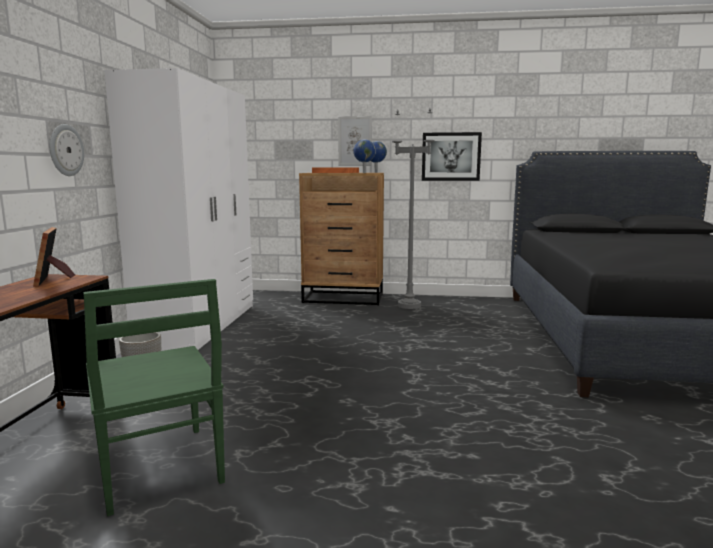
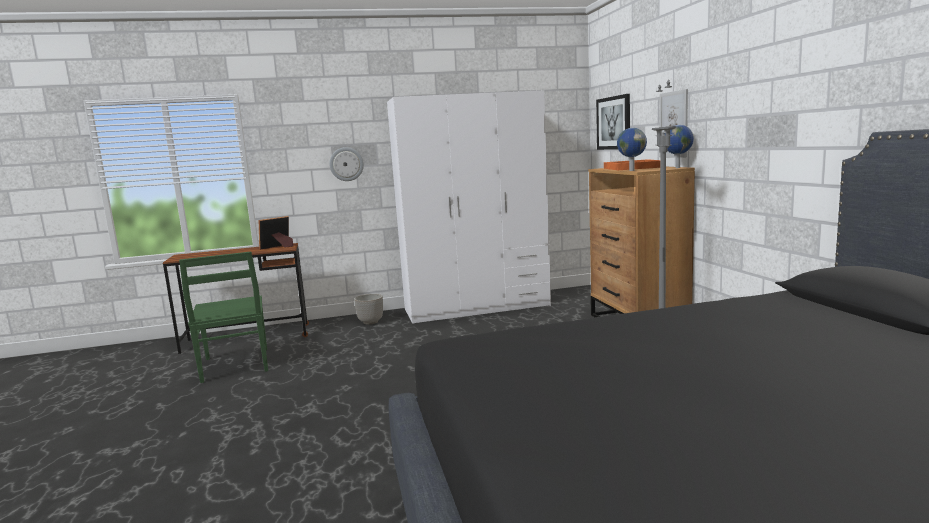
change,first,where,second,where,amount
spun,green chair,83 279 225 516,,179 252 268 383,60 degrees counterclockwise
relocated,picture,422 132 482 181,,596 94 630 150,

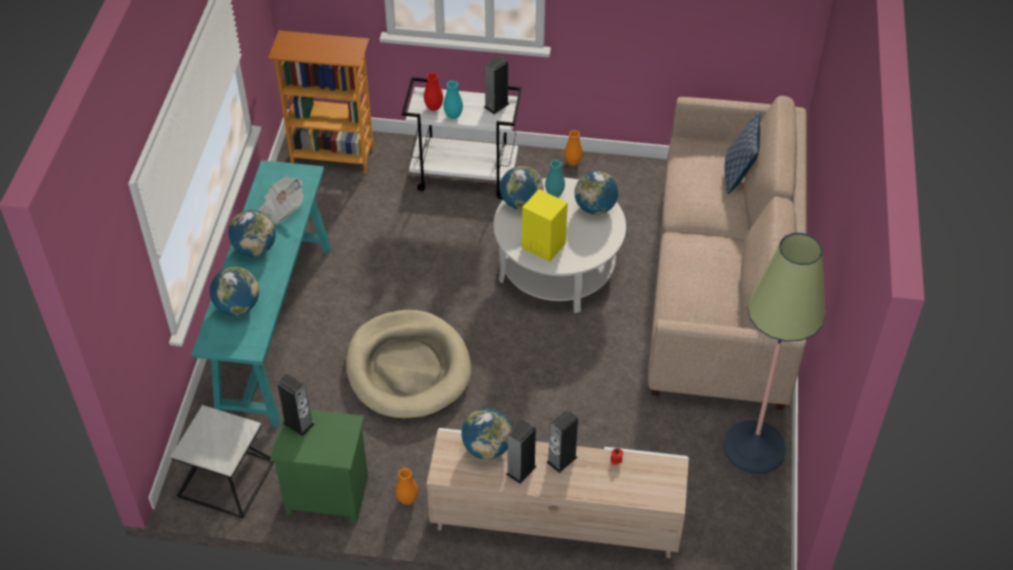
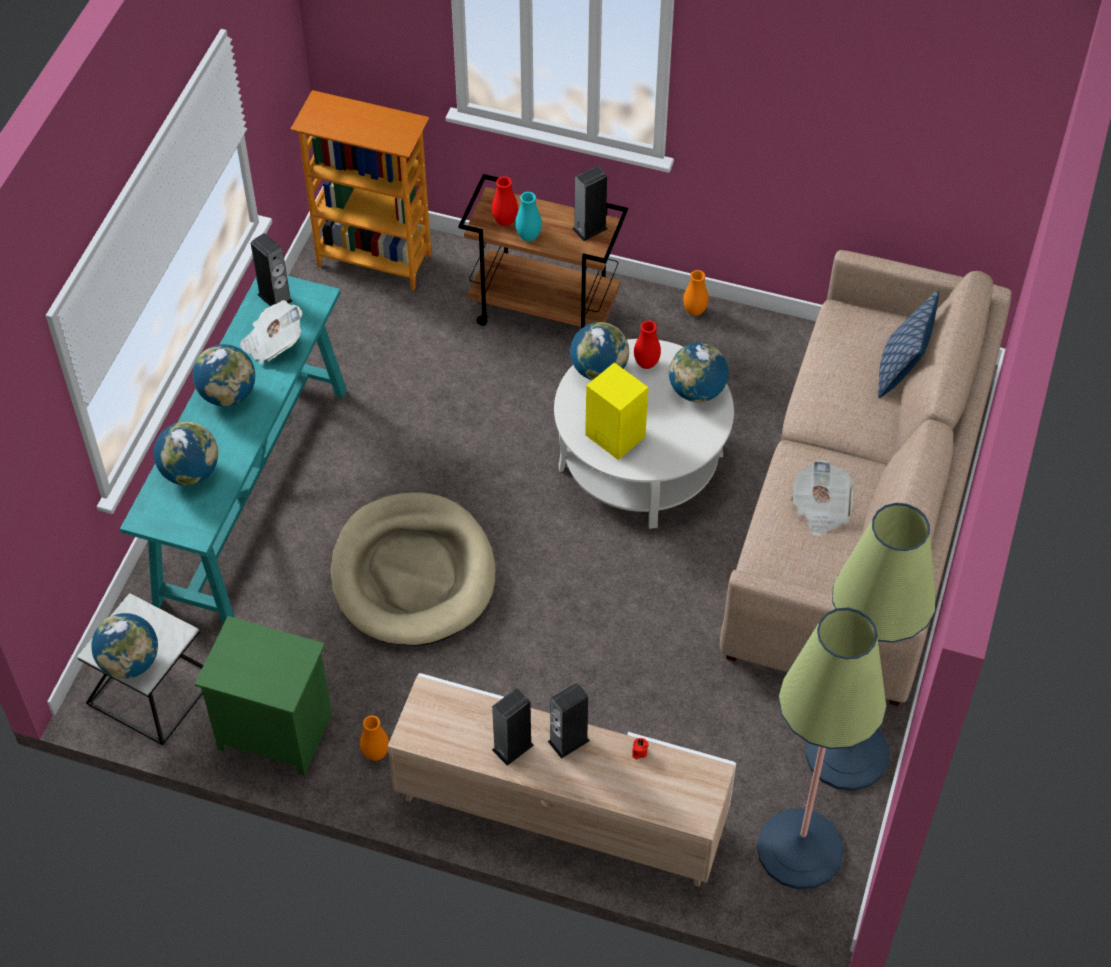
change,first,where,second,where,amount
relocated,globe,461 408 513 460,,91 613 158 679,
relocated,speaker,277 374 315 436,,251 233 293 307,
colour,white cart,402 77 522 199,brown cart,458 174 628 329,
colour,turquoise vase,545 160 565 197,red vase,634 320 661 369,
appeared,,,floor lamp,757 608 887 890,
appeared,,,newspaper,791 459 854 536,

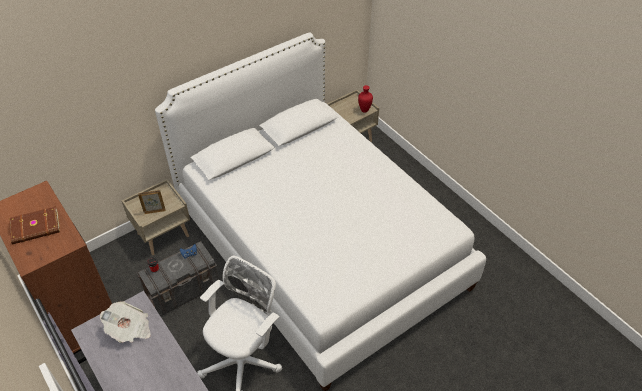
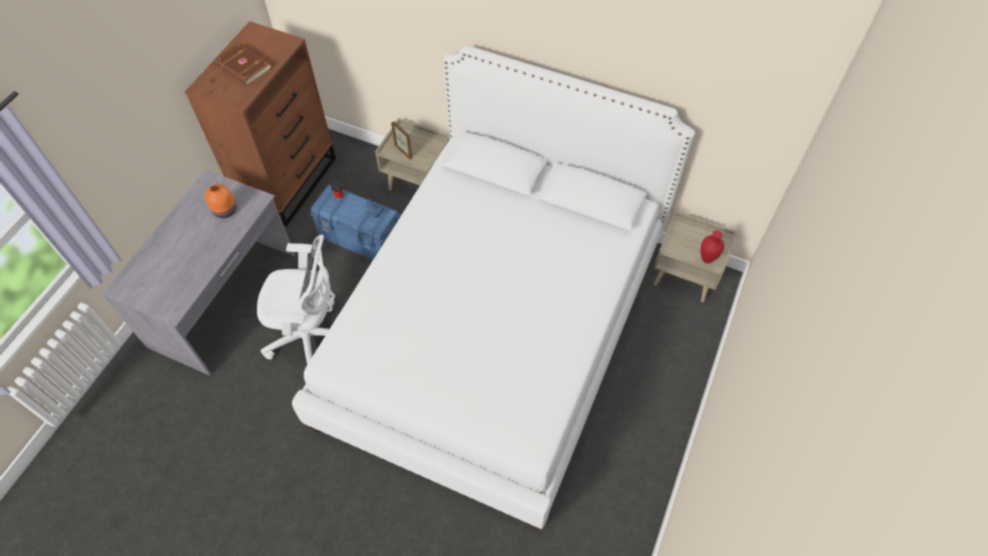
change,first,where,second,where,amount
exchanged,newspaper,100 301 151 343,orange vase,205 184 237 218,
colour,grey storage box,137 241 219 316,blue storage box,310 185 401 260,

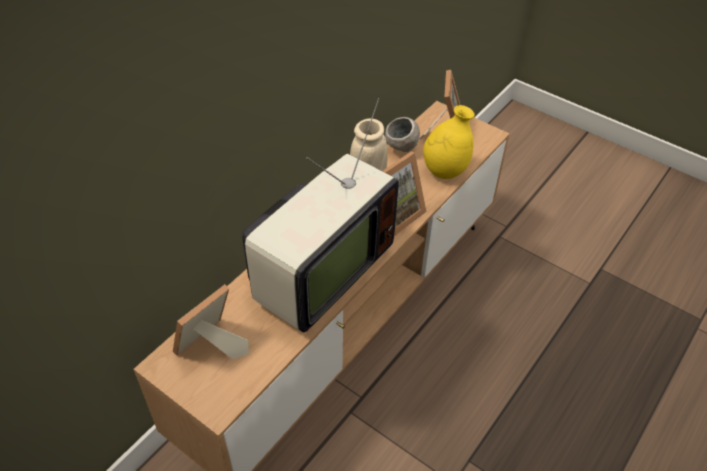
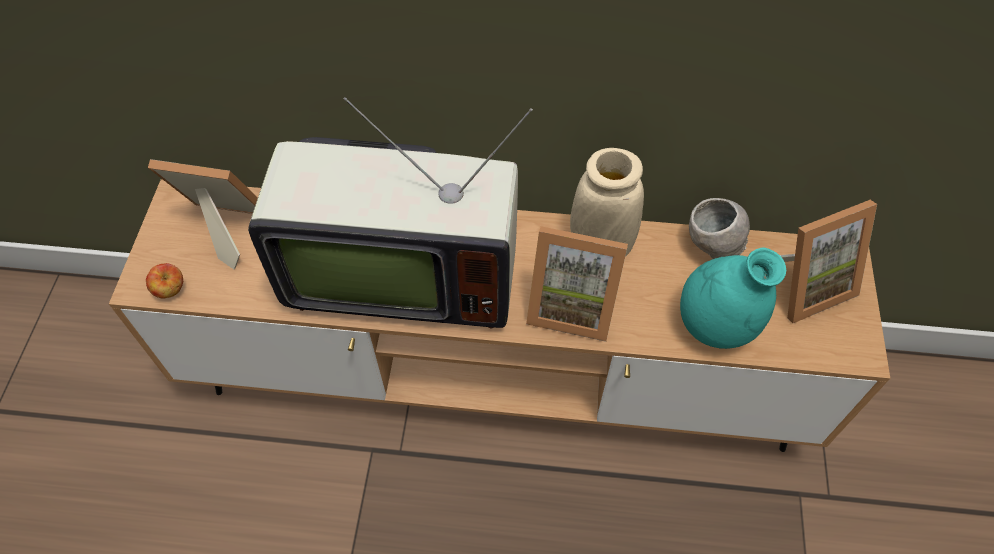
change,first,where,second,where,amount
appeared,,,apple,146 263 183 298,
colour,yellow vase,423 105 475 179,turquoise vase,680 247 786 349,

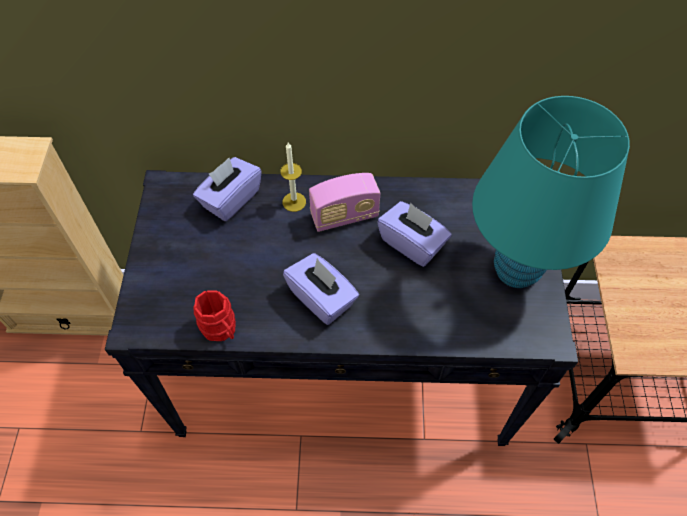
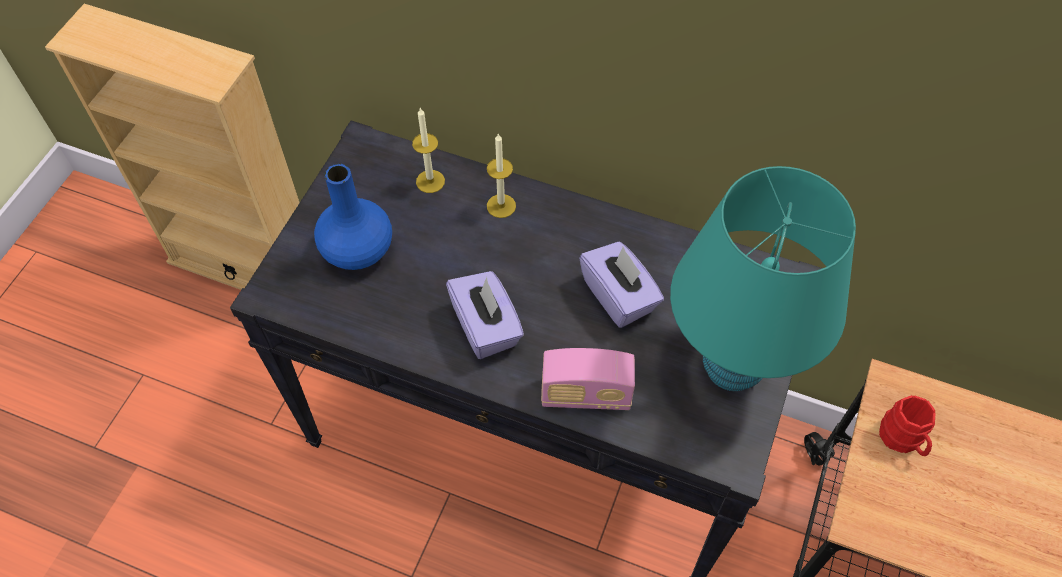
change,first,where,second,where,amount
appeared,,,blue vase,314 164 392 270,
exchanged,purple tissue box,193 157 262 221,candle,412 108 445 193,
relocated,radio,309 173 380 232,,541 348 635 410,
relocated,red mug,194 290 236 341,,879 395 936 456,

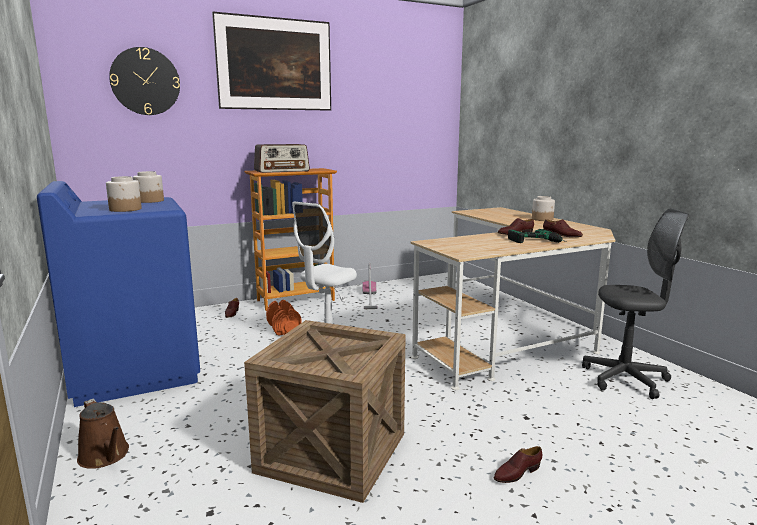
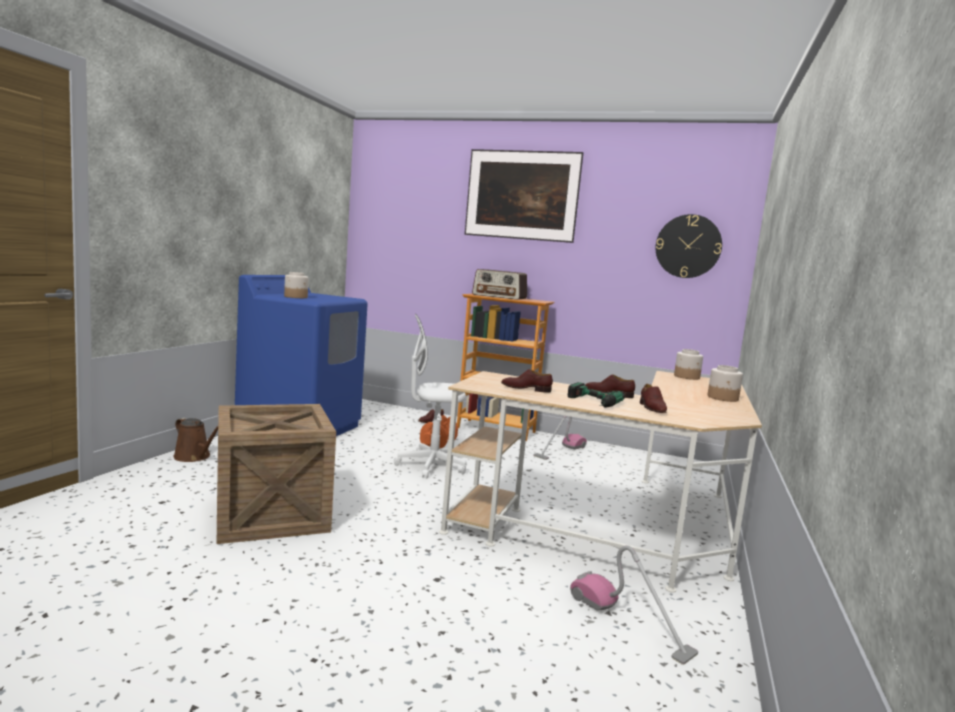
change,first,where,second,where,amount
spun,brown watering can,77 399 129 469,,174 418 218 462,60 degrees counterclockwise
relocated,brown shoe,494 446 542 483,,501 369 553 393,
exchanged,grey office chair,582 208 689 399,vacuum cleaner,570 545 698 665,
relocated,wall clock,109 47 180 115,,656 214 722 278,
relocated,jar,133 171 164 203,,674 349 703 380,

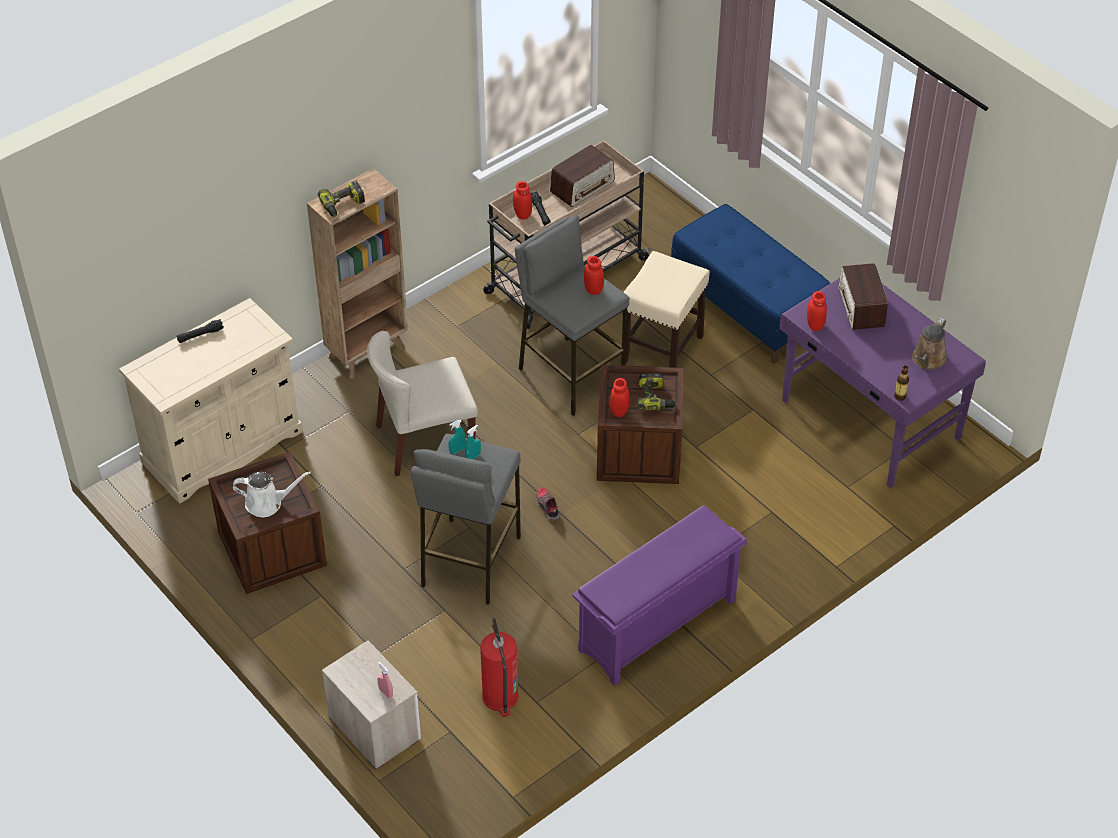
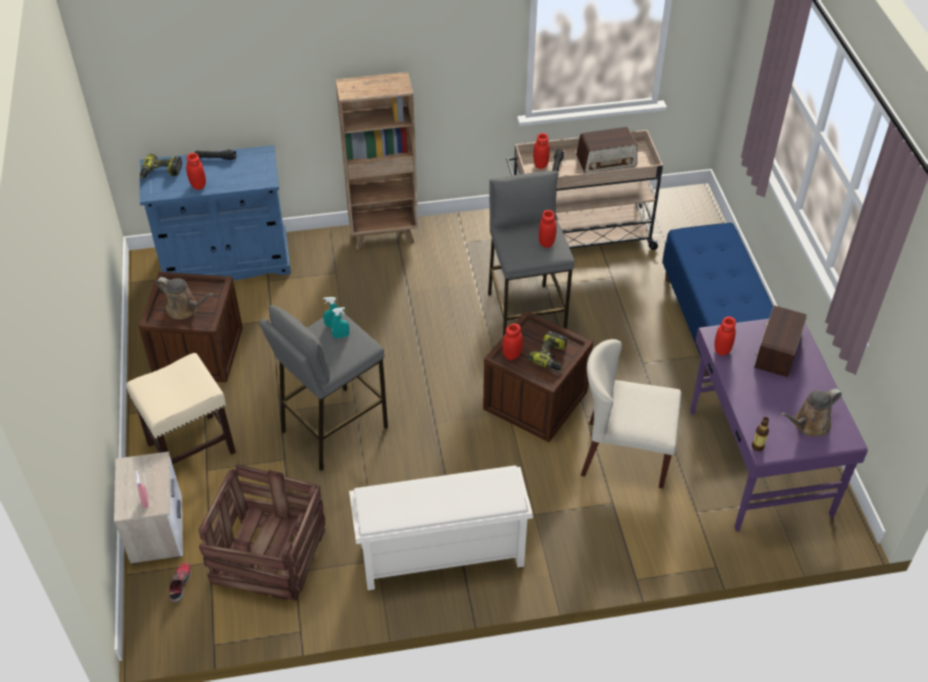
change,first,where,second,where,amount
relocated,beige stool,624 251 710 368,,126 353 236 464,
colour,beige cabinet,119 298 303 504,blue cabinet,140 145 291 281,
relocated,power drill,318 181 365 217,,140 154 182 178,
colour,white watering can,232 471 311 517,brown watering can,156 277 214 319,
relocated,shoe,536 487 560 521,,169 563 191 602,
appeared,,,red jar,186 153 206 190,
exchanged,fire extinguisher,480 618 519 717,crate,198 464 325 601,
colour,purple shoe rack,572 505 747 686,white shoe rack,349 465 533 590,
relocated,beige chair,367 331 478 476,,581 339 681 488,

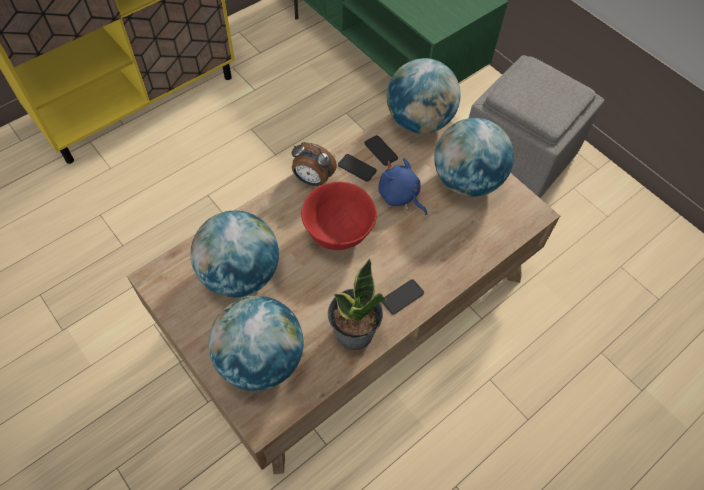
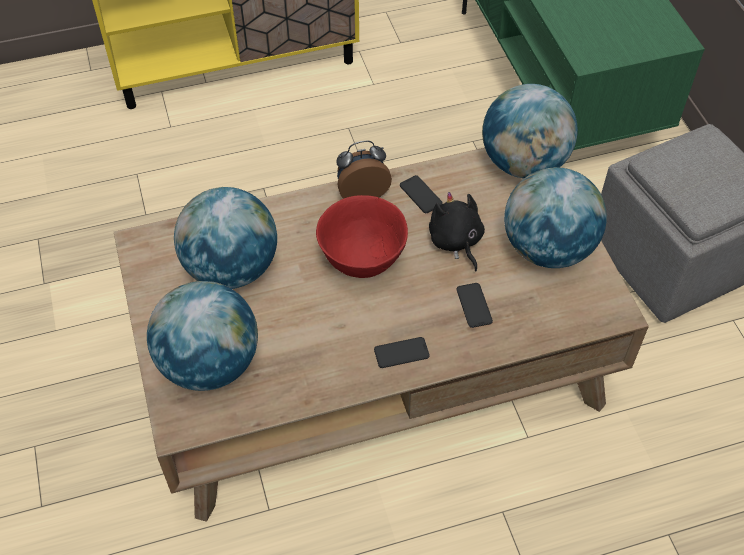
change,first,where,second,where,amount
spun,alarm clock,291 142 337 186,,336 141 392 199,120 degrees clockwise
colour,blue plush toy,379 158 427 215,black plush toy,429 192 485 271,
relocated,phone,364 135 398 166,,456 283 493 328,
missing,potted plant,328 258 387 350,,,

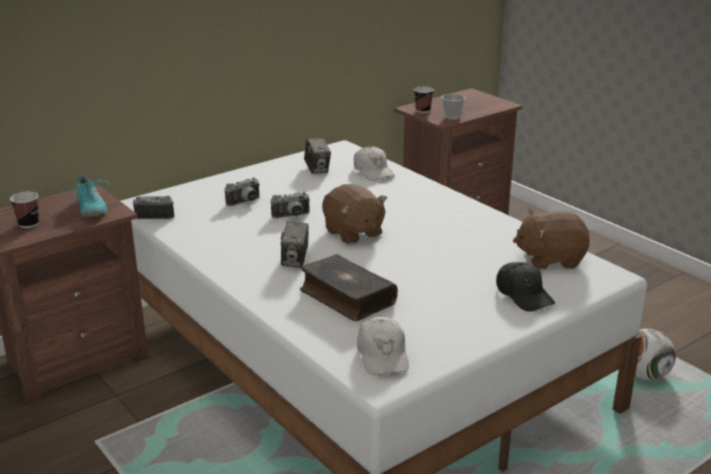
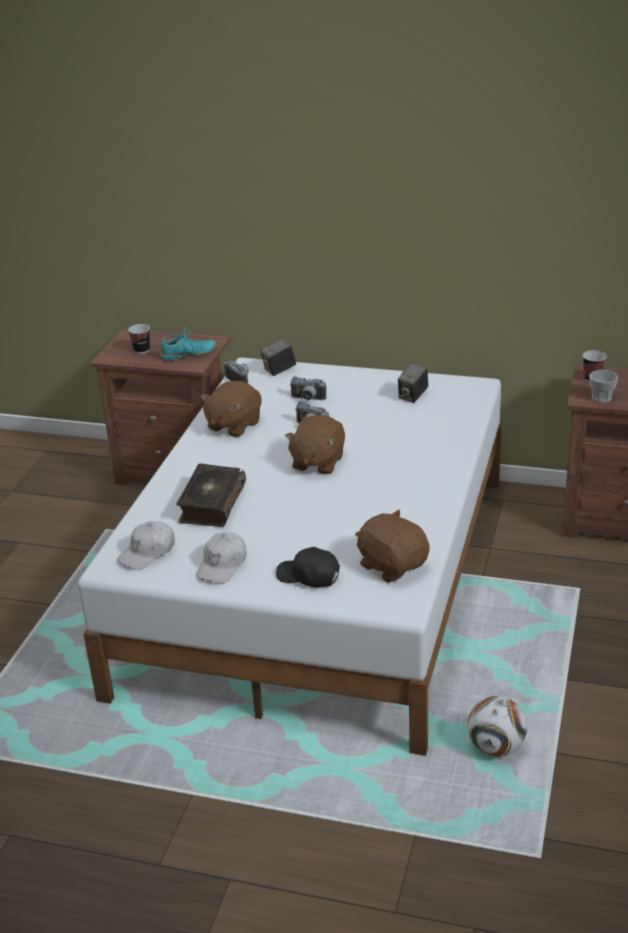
change,first,where,second,where,amount
spun,turquoise shoe,63 174 110 217,,160 327 217 361,135 degrees counterclockwise
relocated,white cap,354 146 395 181,,196 532 247 584,
appeared,,,brown plush toy,201 381 262 437,
relocated,photo camera,281 221 309 268,,260 338 296 376,
spun,black cap,496 262 555 312,,276 547 340 588,90 degrees clockwise

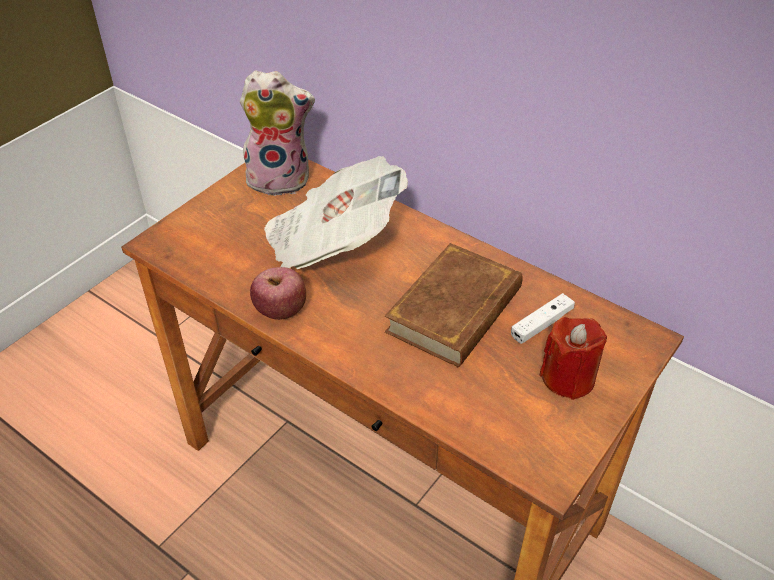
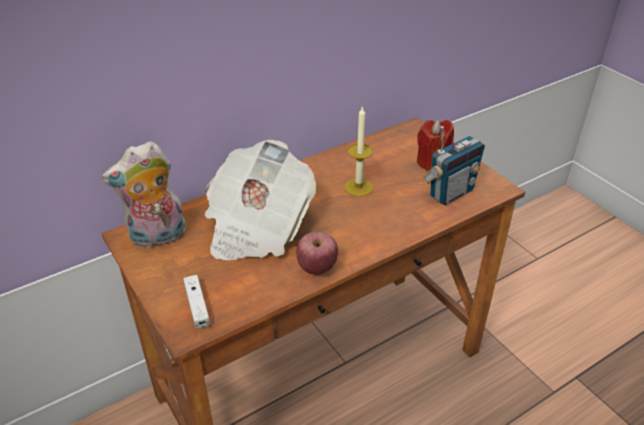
change,first,where,second,where,amount
spun,plush toy,240 70 315 196,,102 141 186 248,135 degrees counterclockwise
relocated,white game controller,511 293 575 344,,183 275 210 328,
exchanged,brown book,385 243 523 367,candle,344 106 373 196,
appeared,,,radio,424 126 485 205,

